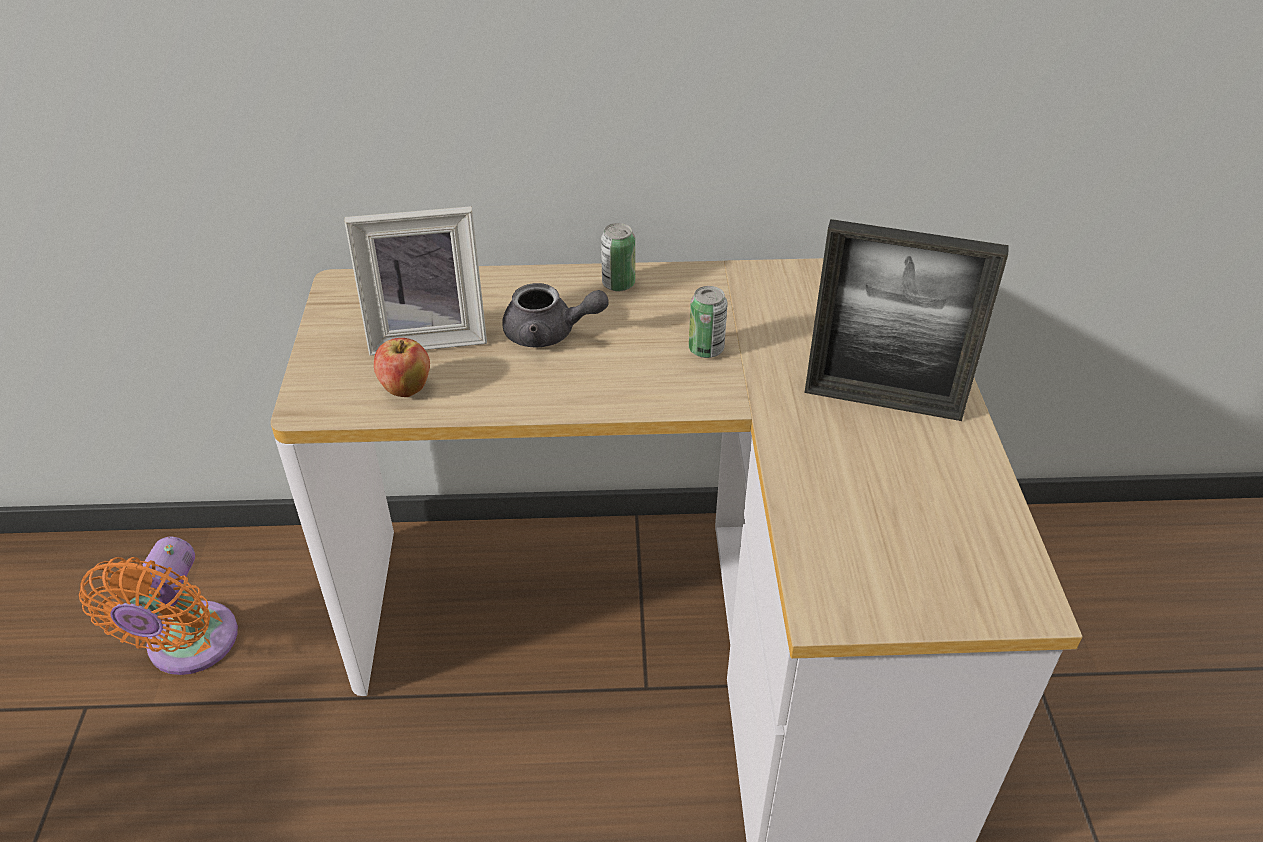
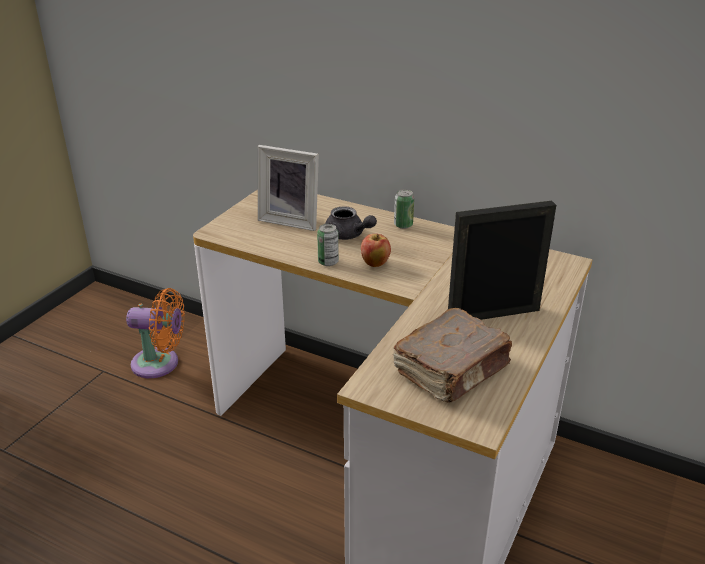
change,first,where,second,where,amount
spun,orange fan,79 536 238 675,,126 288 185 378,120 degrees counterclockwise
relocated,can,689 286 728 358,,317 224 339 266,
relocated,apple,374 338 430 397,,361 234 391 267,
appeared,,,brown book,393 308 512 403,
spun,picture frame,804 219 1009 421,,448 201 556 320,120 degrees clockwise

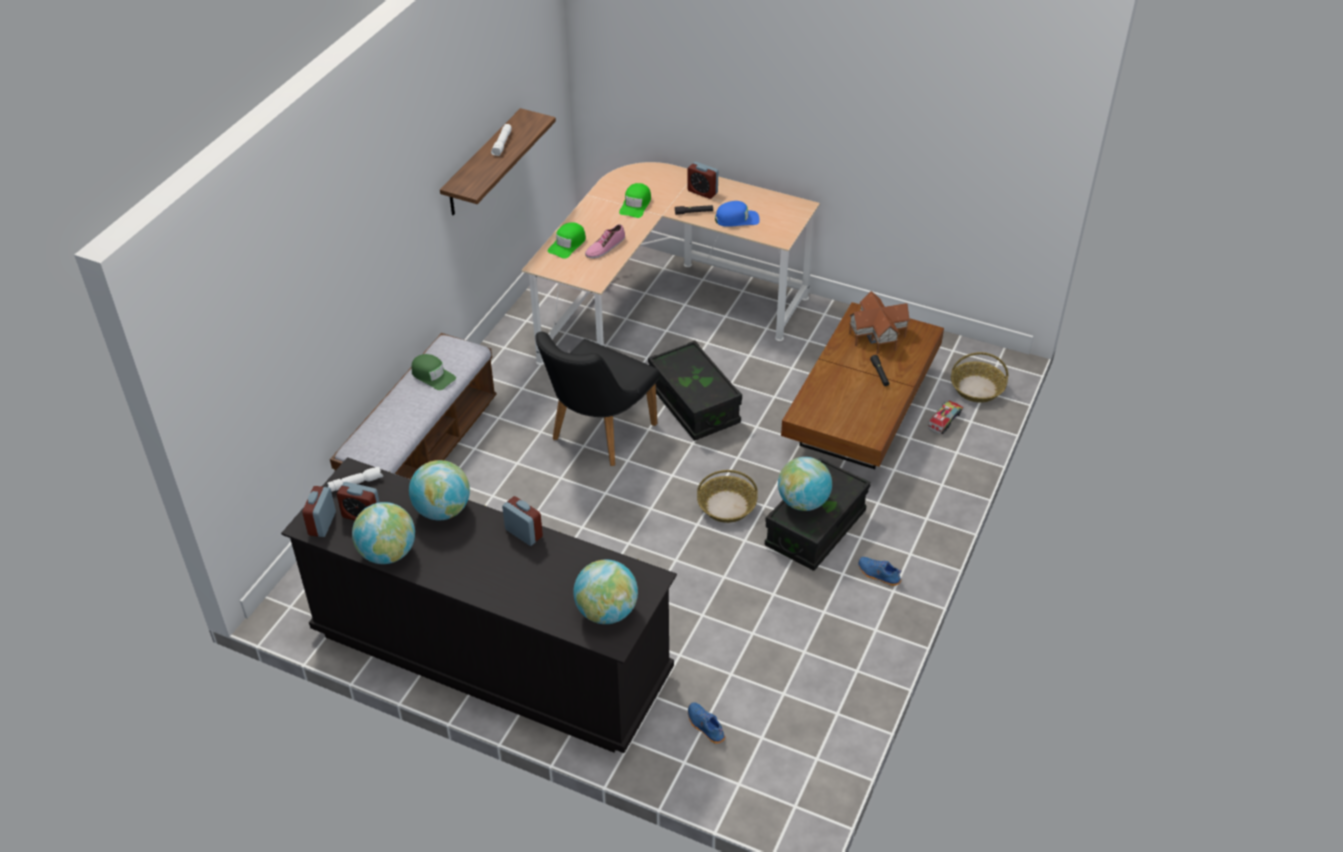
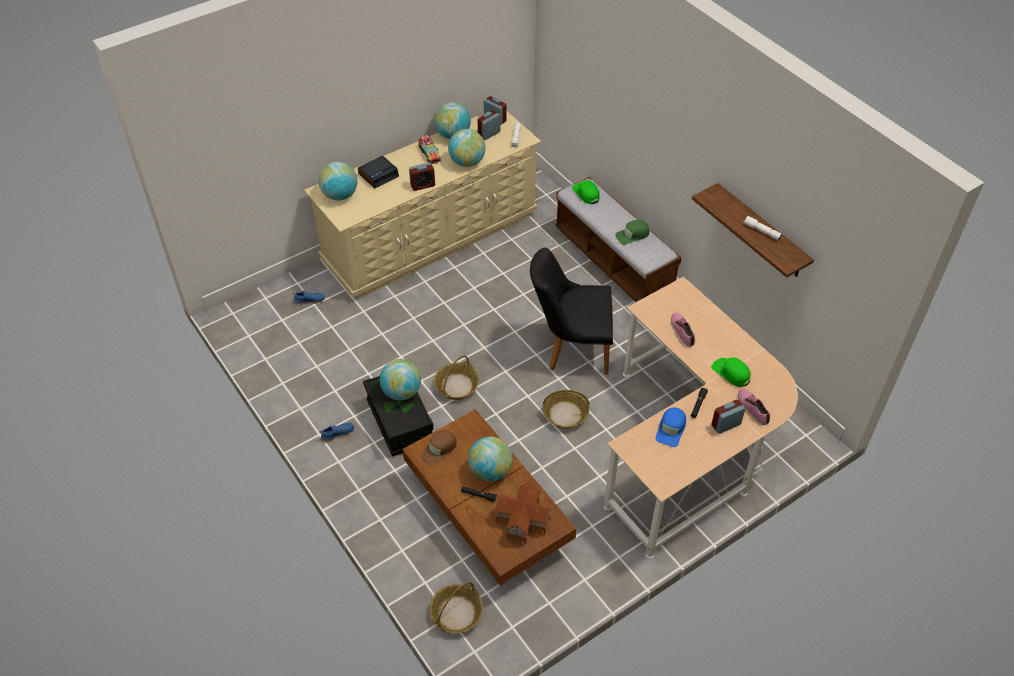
change,first,where,second,where,amount
colour,black dresser,281 457 677 753,beige dresser,304 111 541 298,
appeared,,,alarm clock,358 156 399 188,
relocated,toy truck,928 401 963 434,,418 135 441 164,
appeared,,,brown cap,420 430 457 466,
appeared,,,globe,468 436 513 481,
spun,black chair,536 332 659 466,,530 248 613 375,60 degrees counterclockwise
exchanged,black storage box,648 340 742 441,basket,543 390 589 429,
relocated,green cap,548 222 586 259,,572 180 600 204,
appeared,,,shoe,738 389 770 425,

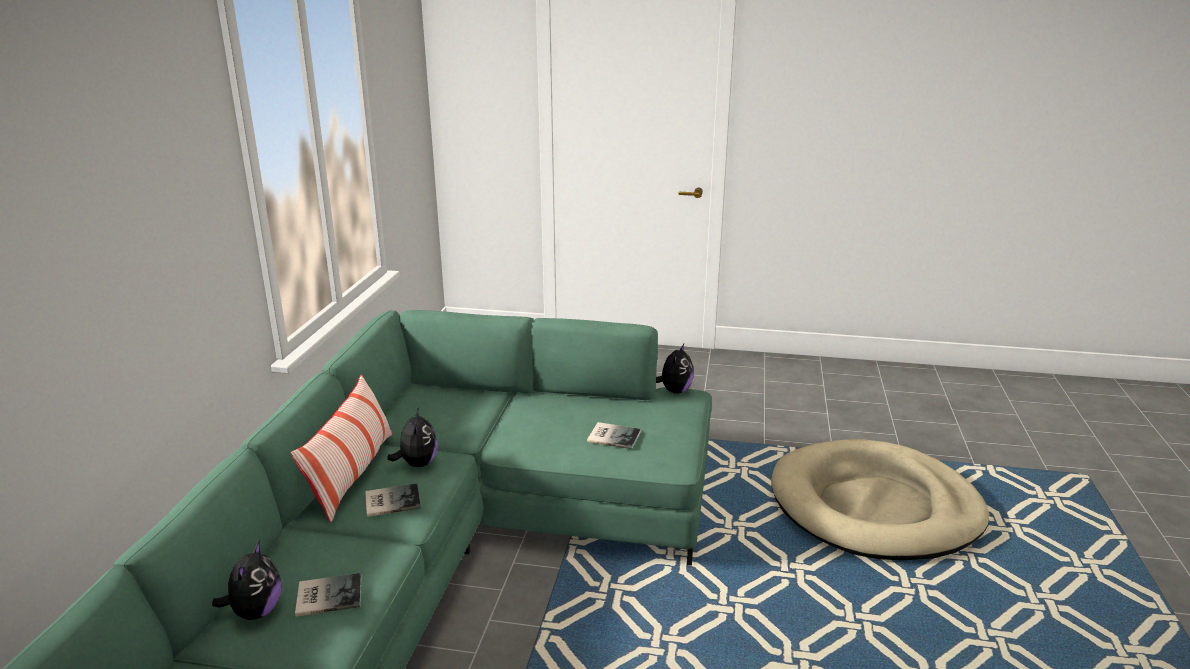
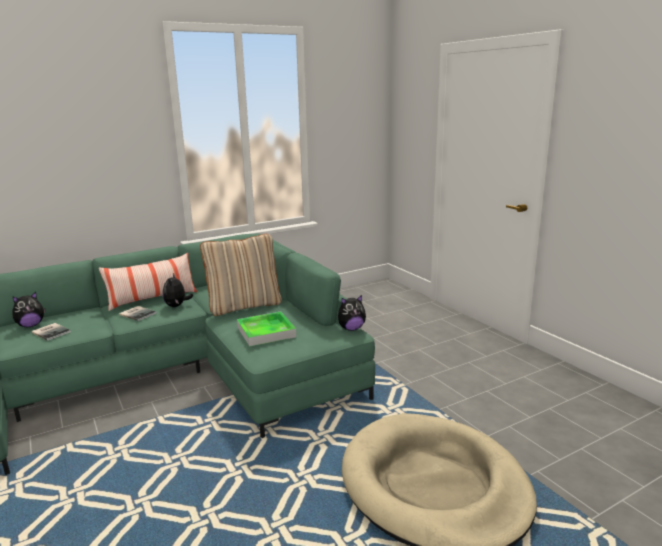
change,first,where,second,where,amount
spun,plush toy,387 407 438 467,,163 273 193 307,135 degrees clockwise
appeared,,,beige pillow,200 234 282 316,
exchanged,book,587 422 641 449,tray,237 311 296 347,

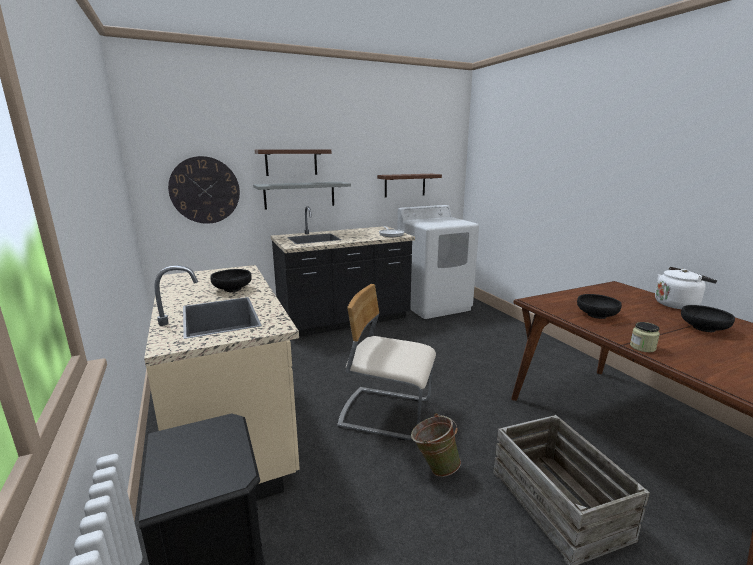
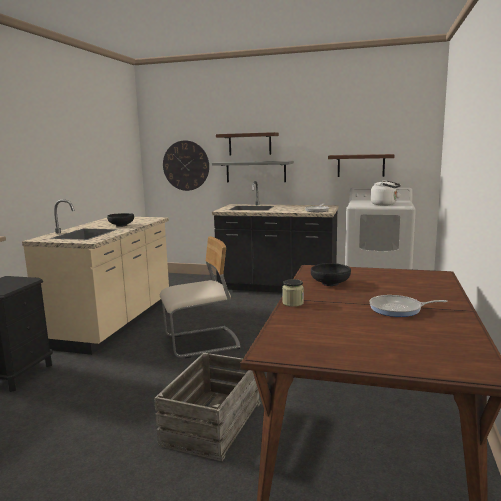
change,first,where,second,where,amount
spun,beige chair,338 284 436 441,,160 236 240 358,105 degrees clockwise
exchanged,black bowl,681 305 735 332,frying pan,369 295 447 317,
relocated,white kettle,655 267 717 309,,371 180 401 205,
missing,green bucket,411 413 461 477,,,

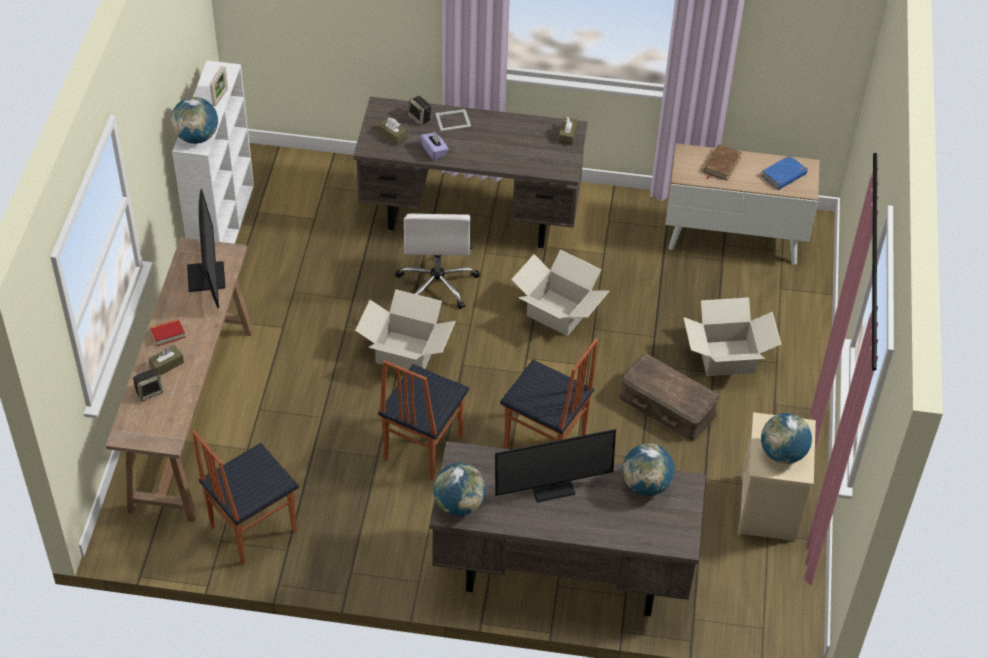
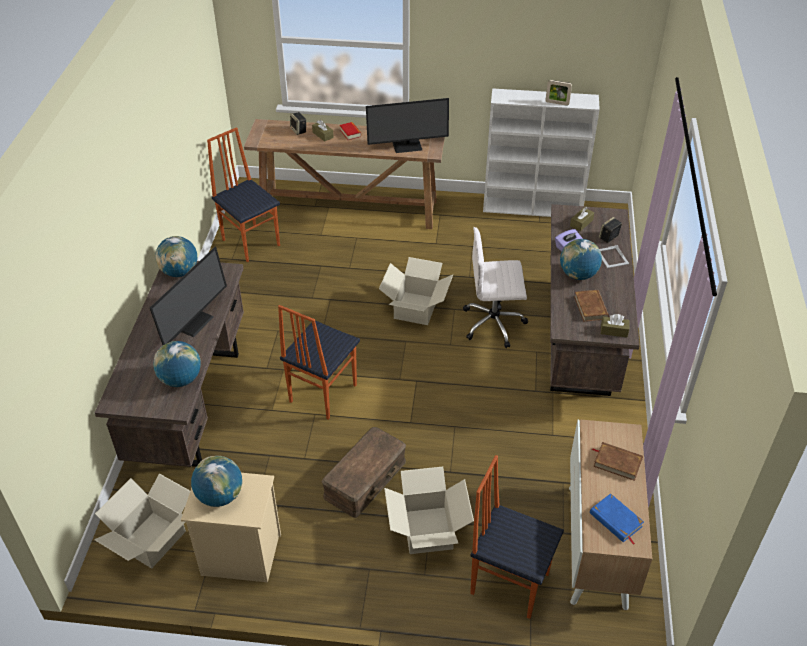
change,first,where,second,where,amount
relocated,cardboard box,511 249 609 336,,95 473 190 569,
spun,monitor,495 429 616 503,,150 247 227 345,135 degrees counterclockwise
relocated,chair,378 360 469 481,,470 455 564 619,
relocated,globe,171 97 218 144,,560 239 602 280,
appeared,,,brown book,574 290 609 322,

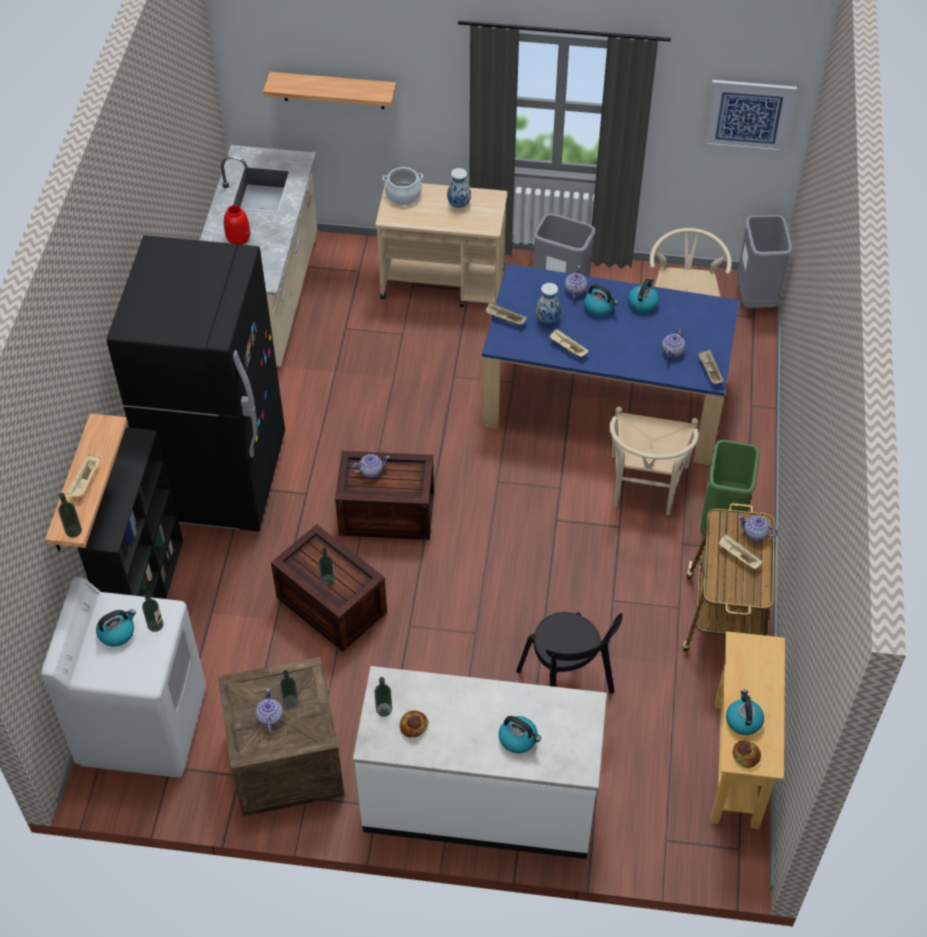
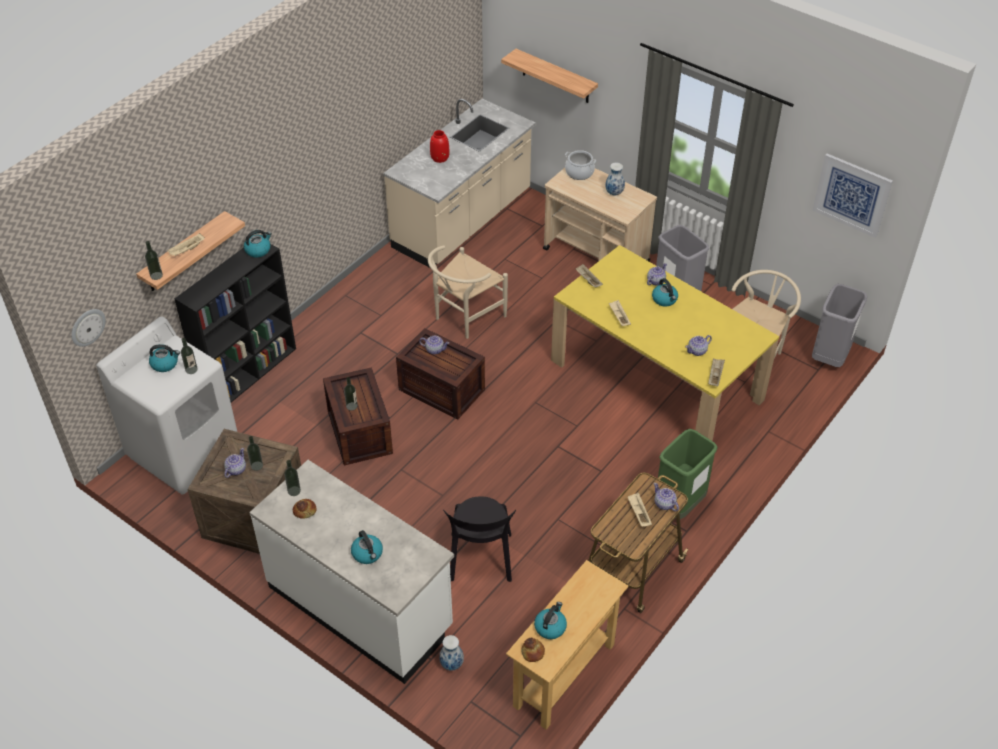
change,first,where,second,where,amount
appeared,,,wall clock,71 309 106 347,
relocated,kettle,628 278 659 313,,244 230 272 258,
relocated,beige chair,609 406 699 515,,428 245 508 339,
relocated,vase,536 283 561 324,,439 635 464 671,
colour,blue dining table,481 264 740 465,yellow dining table,551 245 779 441,
missing,black fridge,107 235 285 532,,,

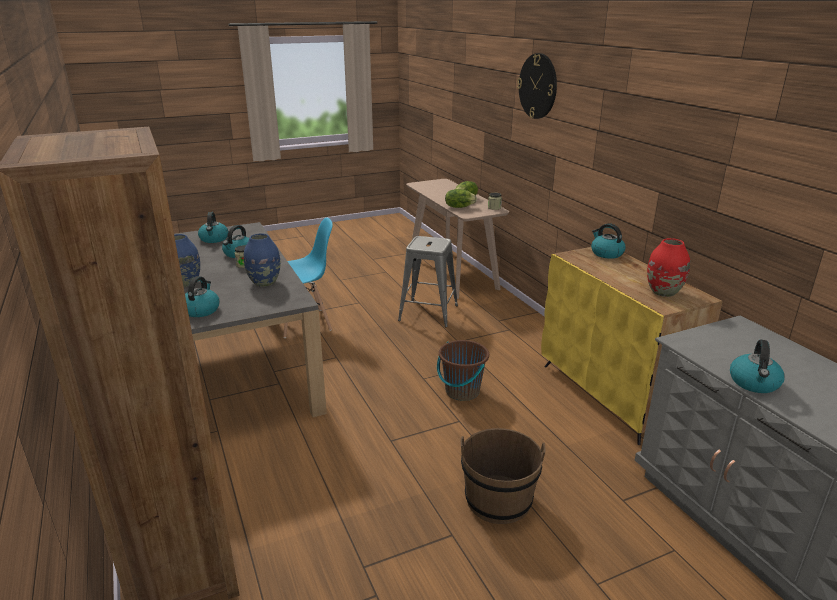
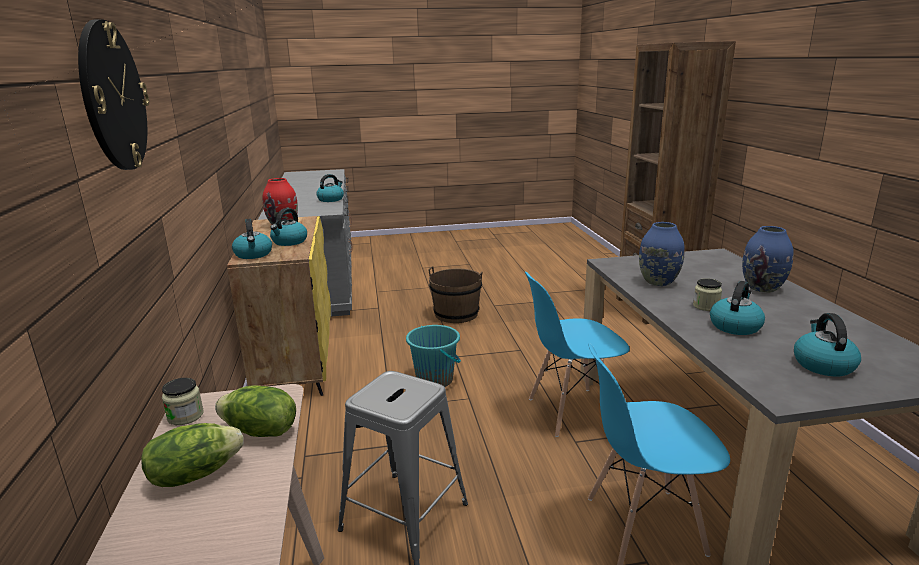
change,first,where,second,where,amount
relocated,kettle,185 276 220 317,,270 208 307 246,
colour,brown bucket,437 340 489 401,turquoise bucket,406 325 461 387,
appeared,,,blue chair,525 272 630 437,

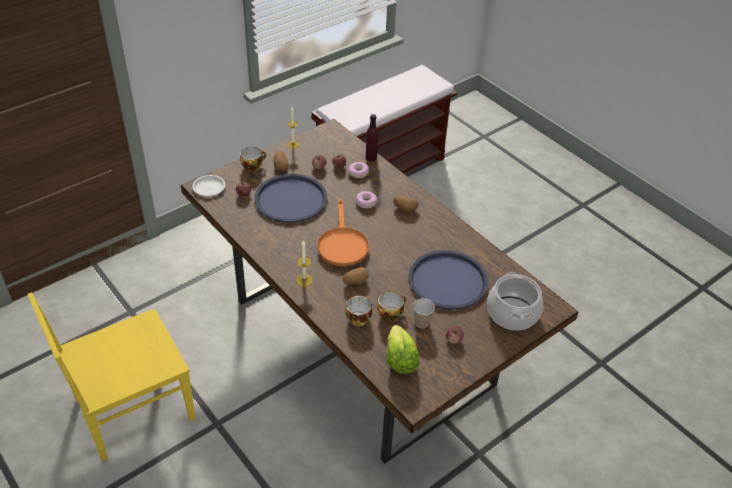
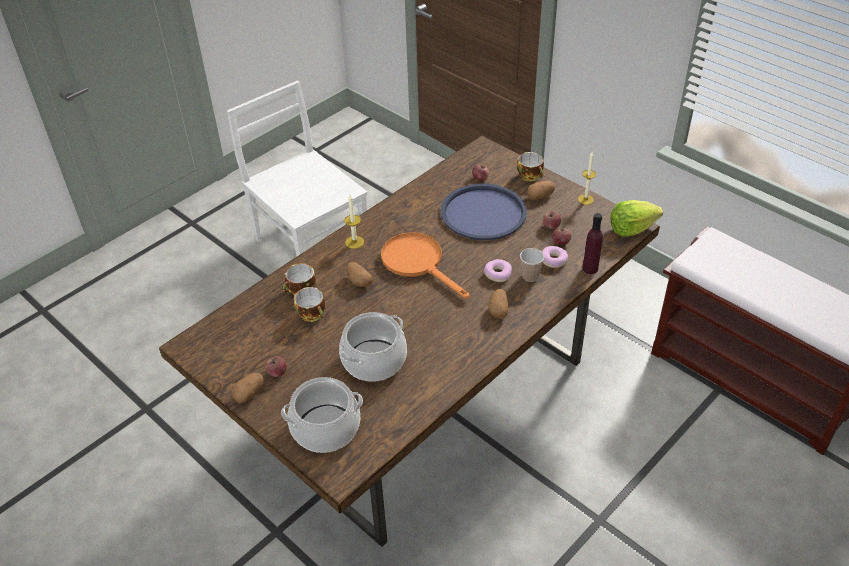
change,first,where,second,where,amount
colour,yellow chair,27 292 195 461,white chair,227 81 367 256,
appeared,,,potato,232 373 264 404,
exchanged,blue tray,408 250 488 310,cooking pot,339 312 407 382,
spun,orange frying pan,317 199 369 266,,381 232 469 299,60 degrees clockwise
relocated,cup,413 298 435 328,,520 248 544 282,
relocated,lettuce,386 325 419 374,,610 200 663 237,
missing,white plate,193 175 225 196,,,

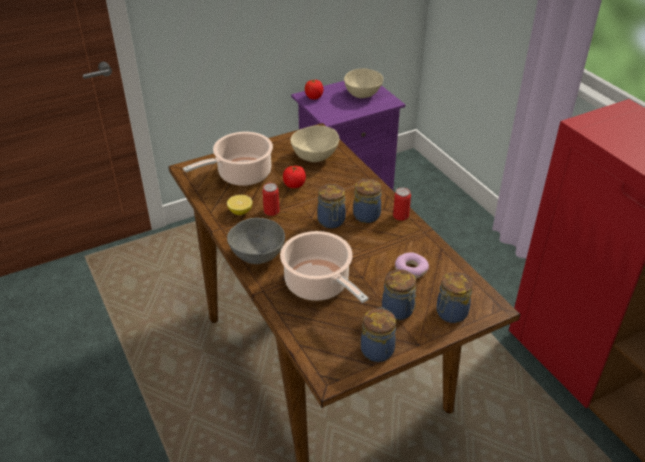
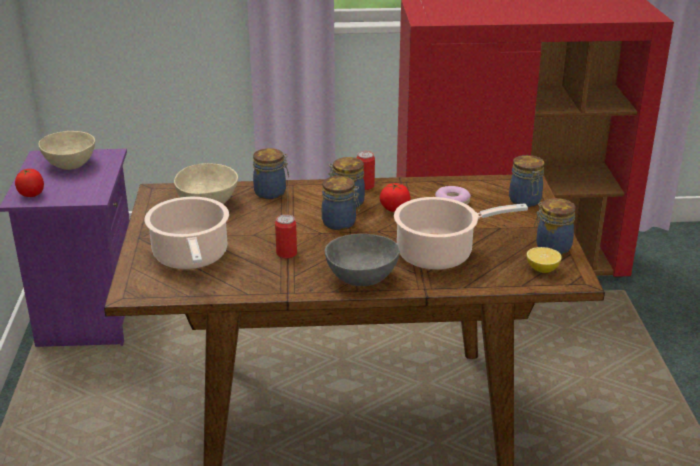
change,first,where,second,where,amount
relocated,jar,382 269 416 320,,253 148 289 199,
relocated,tomato,283 165 306 188,,380 183 410 212,
relocated,lemon,227 195 253 215,,527 247 562 273,

